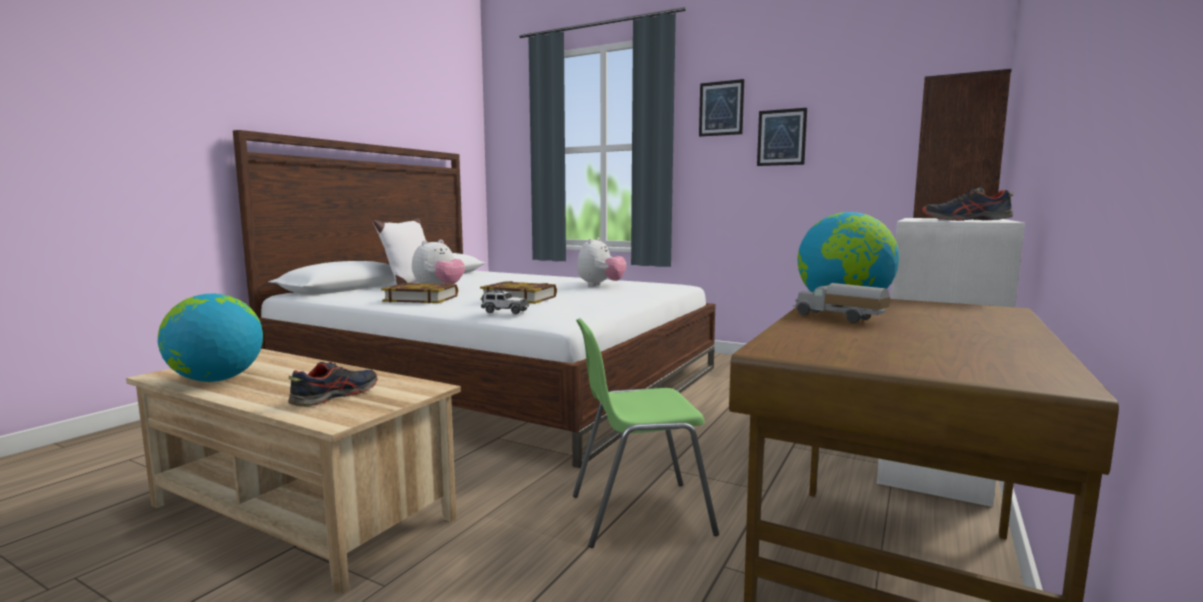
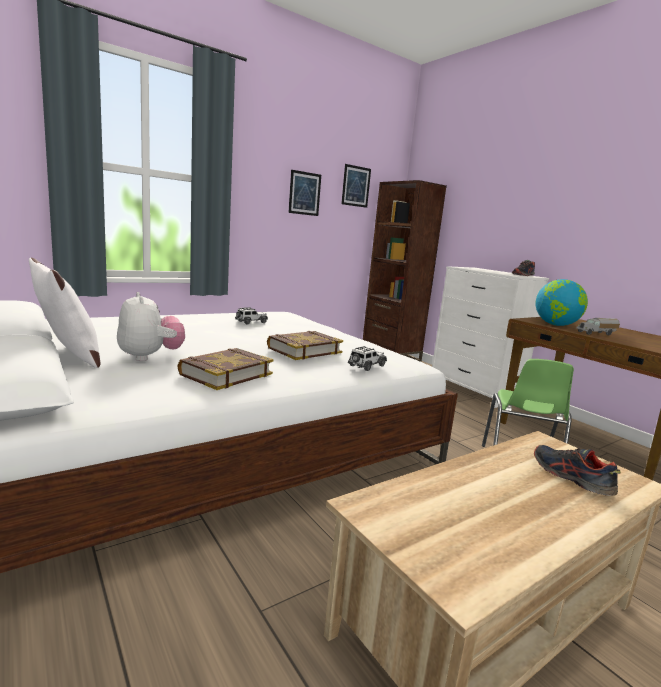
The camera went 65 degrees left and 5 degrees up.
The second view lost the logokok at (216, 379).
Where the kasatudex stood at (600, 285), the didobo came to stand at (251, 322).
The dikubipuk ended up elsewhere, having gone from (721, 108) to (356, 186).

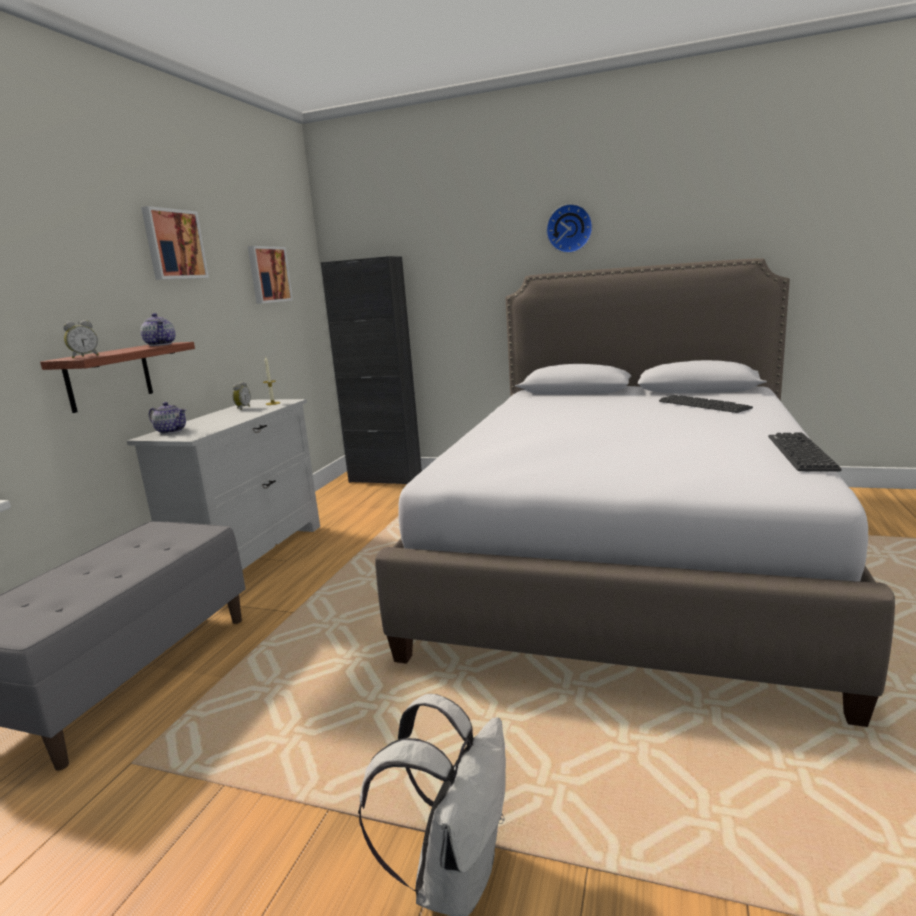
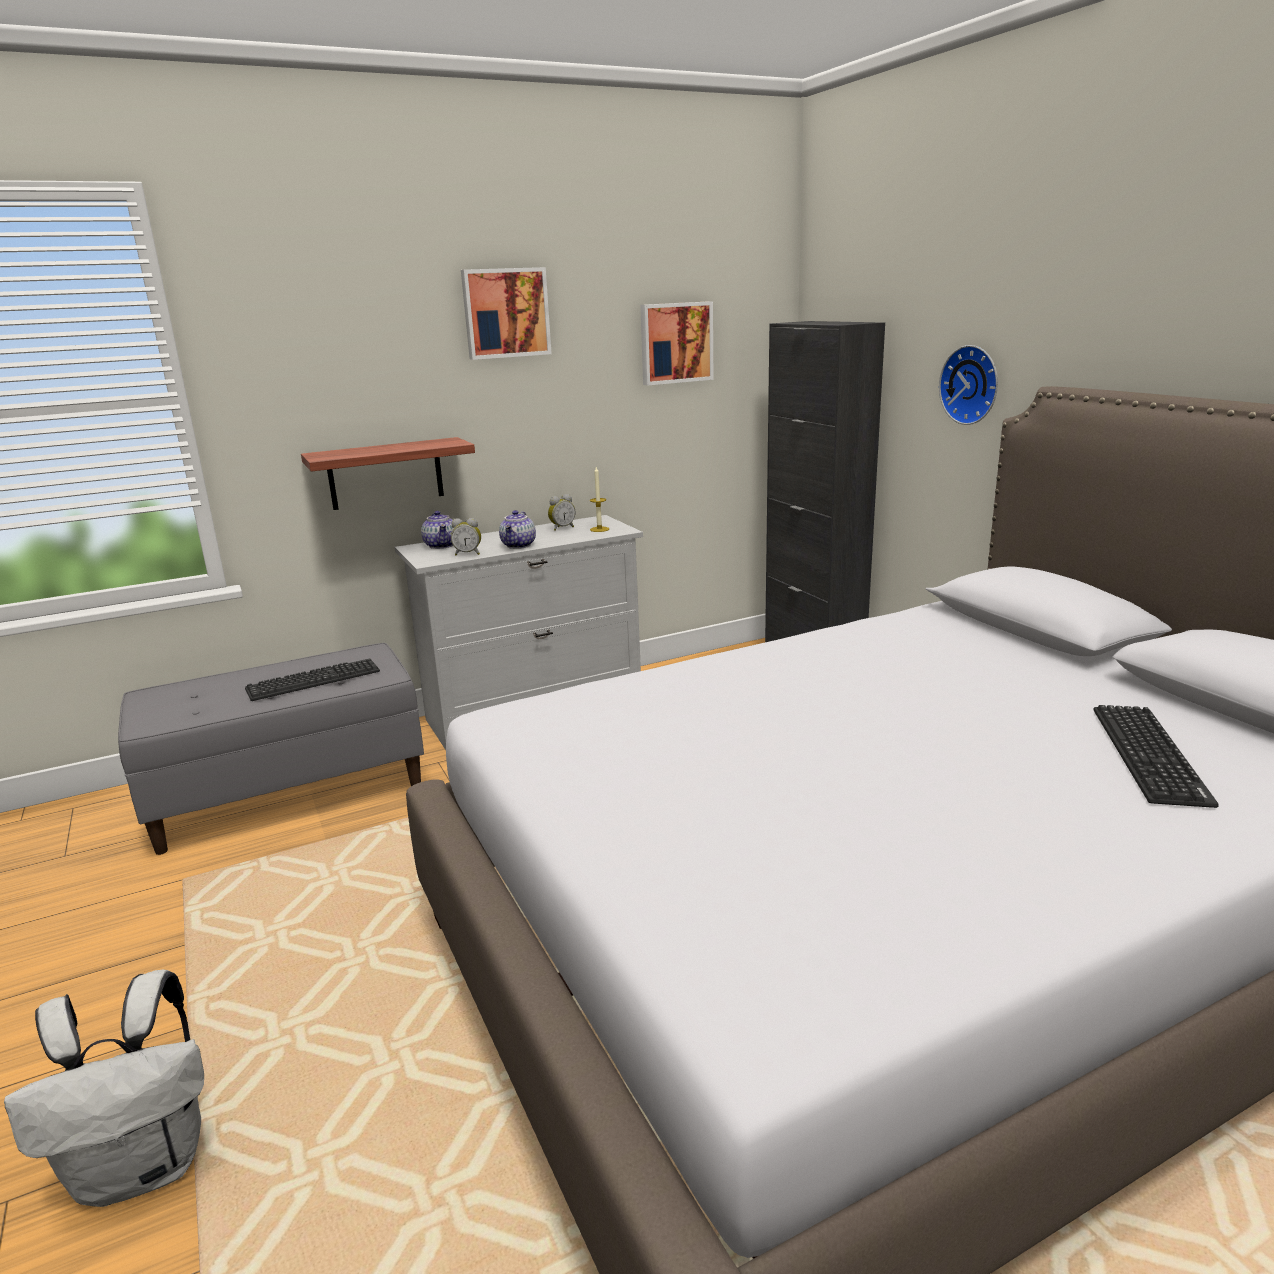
The camera went 45 degrees right and 5 degrees up.
The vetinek ended up elsewhere, having gone from (84, 356) to (468, 554).
The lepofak ended up elsewhere, having gone from (161, 344) to (519, 545).
The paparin ended up elsewhere, having gone from (569, 228) to (972, 384).
The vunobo ended up elsewhere, having gone from (801, 453) to (313, 680).

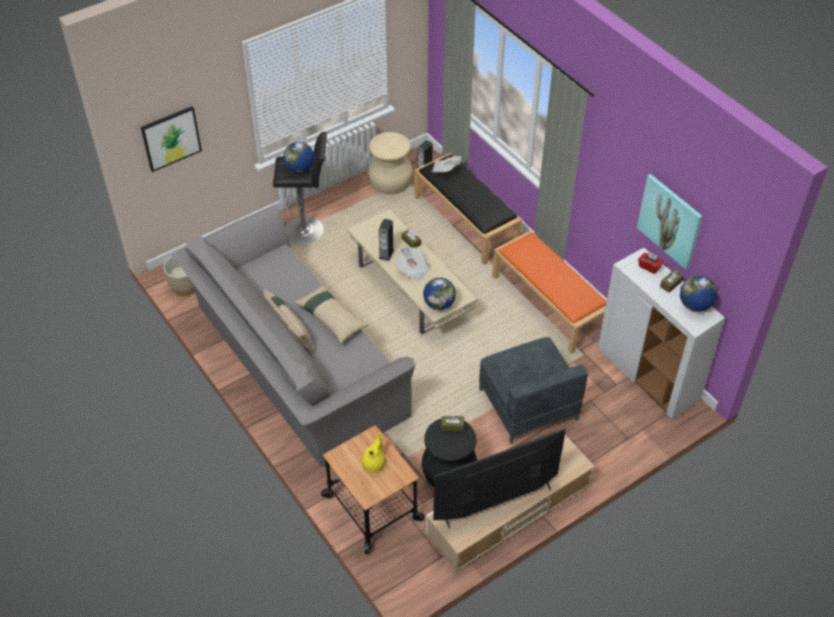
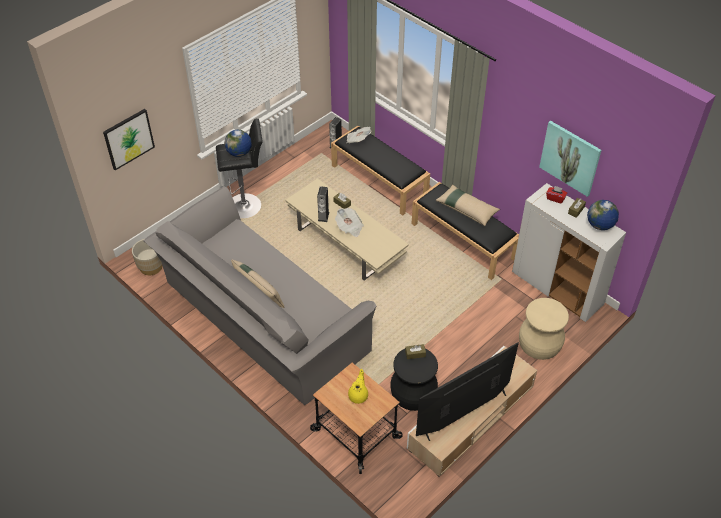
The camera went 10 degrees left and 0 degrees up.
The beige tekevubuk ended up elsewhere, having gone from (331, 318) to (467, 209).
The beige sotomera ended up elsewhere, having gone from (390, 181) to (539, 343).
The second view lost the logokok at (439, 304).
The second view lost the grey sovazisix at (528, 403).
What was the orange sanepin at (549, 304) turned into the black sanepin at (464, 241).

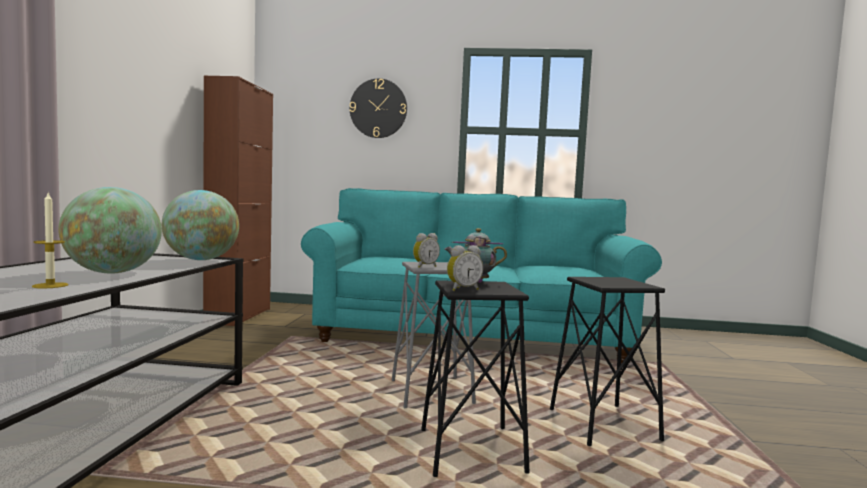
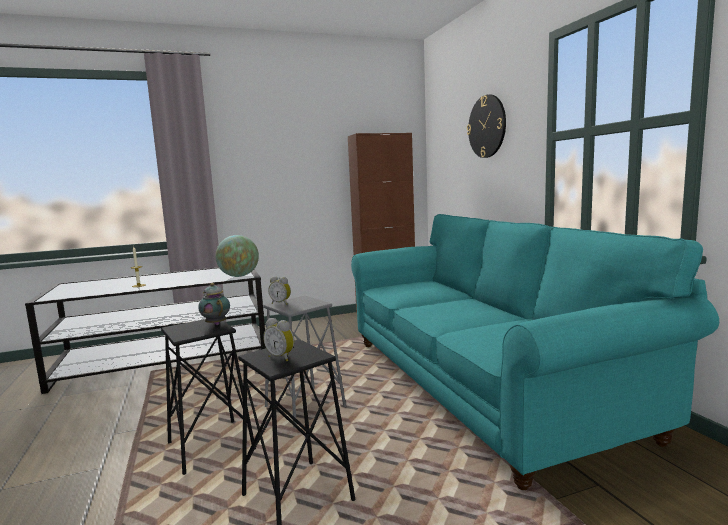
The camera went 65 degrees right and 5 degrees up.
The second view lost the logokok at (113, 272).
The vetinek ended up elsewhere, having gone from (462, 289) to (281, 357).

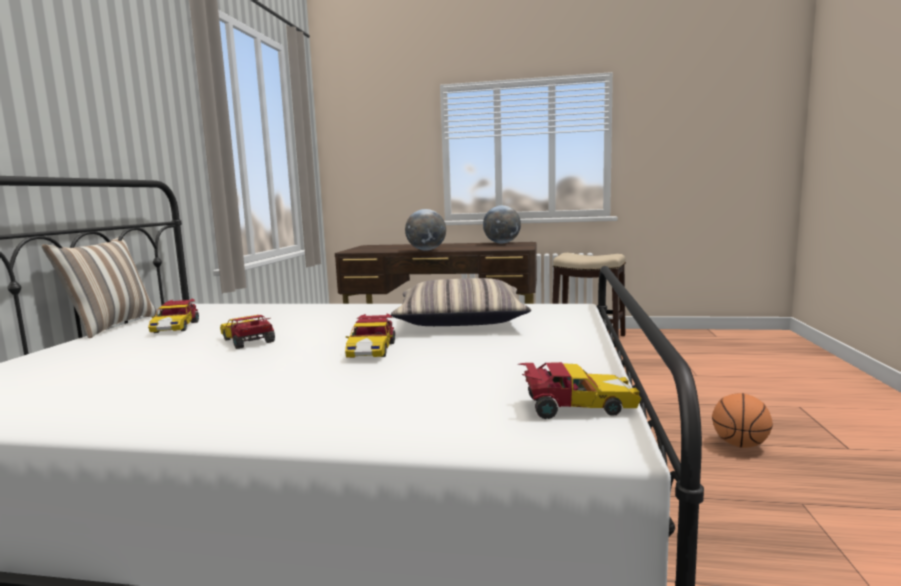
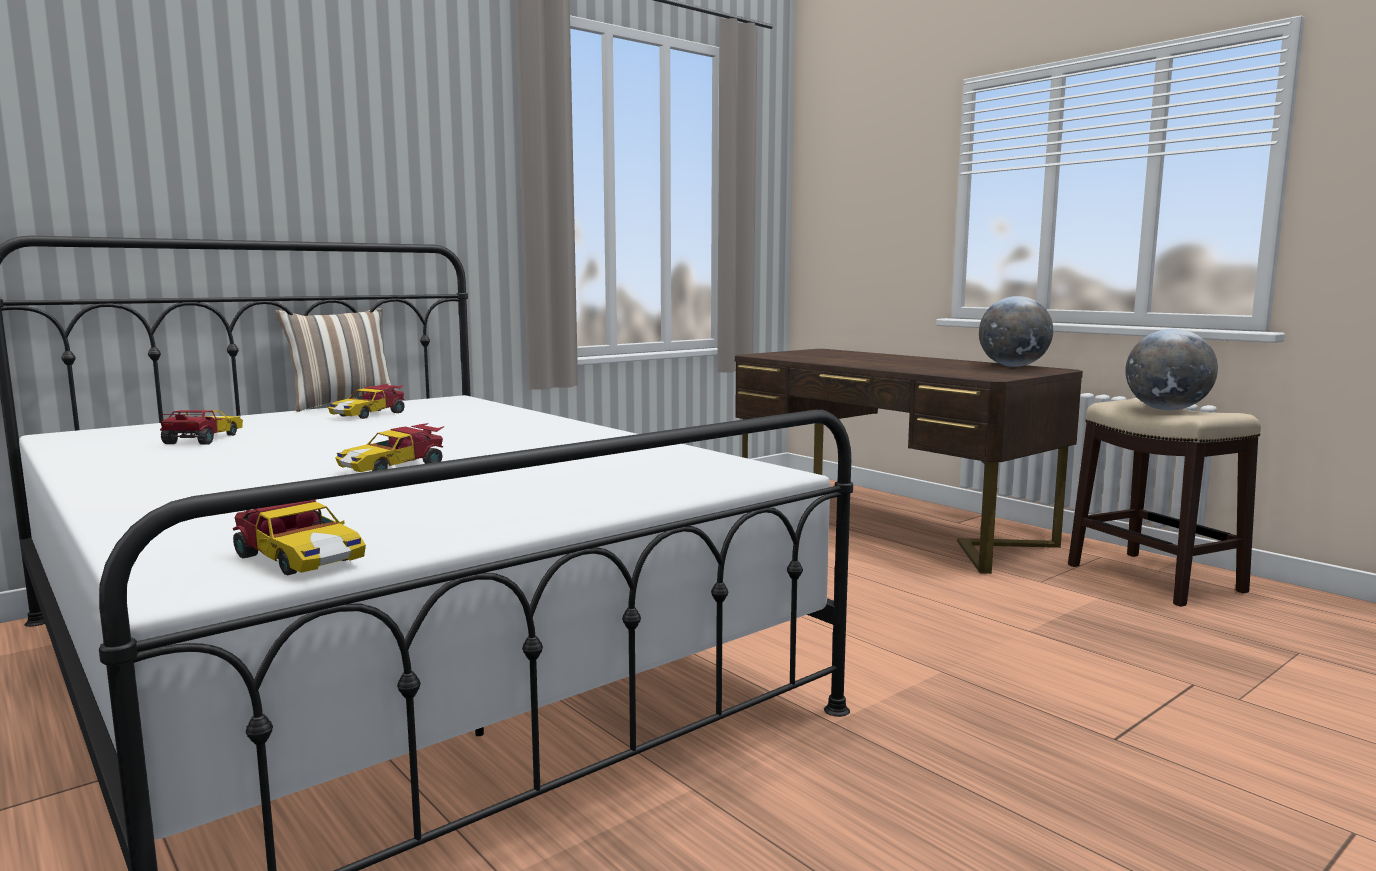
The camera went 40 degrees right and 0 degrees up.
The didobo ended up elsewhere, having gone from (247, 341) to (203, 439).
The second view lost the tekevubuk at (461, 320).
The logokok ended up elsewhere, having gone from (426, 250) to (1166, 409).
The second view lost the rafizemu at (740, 445).

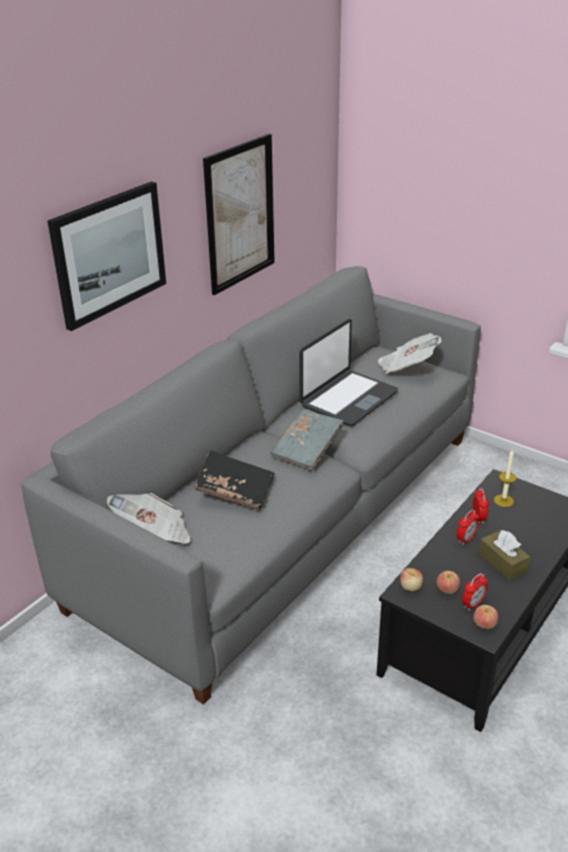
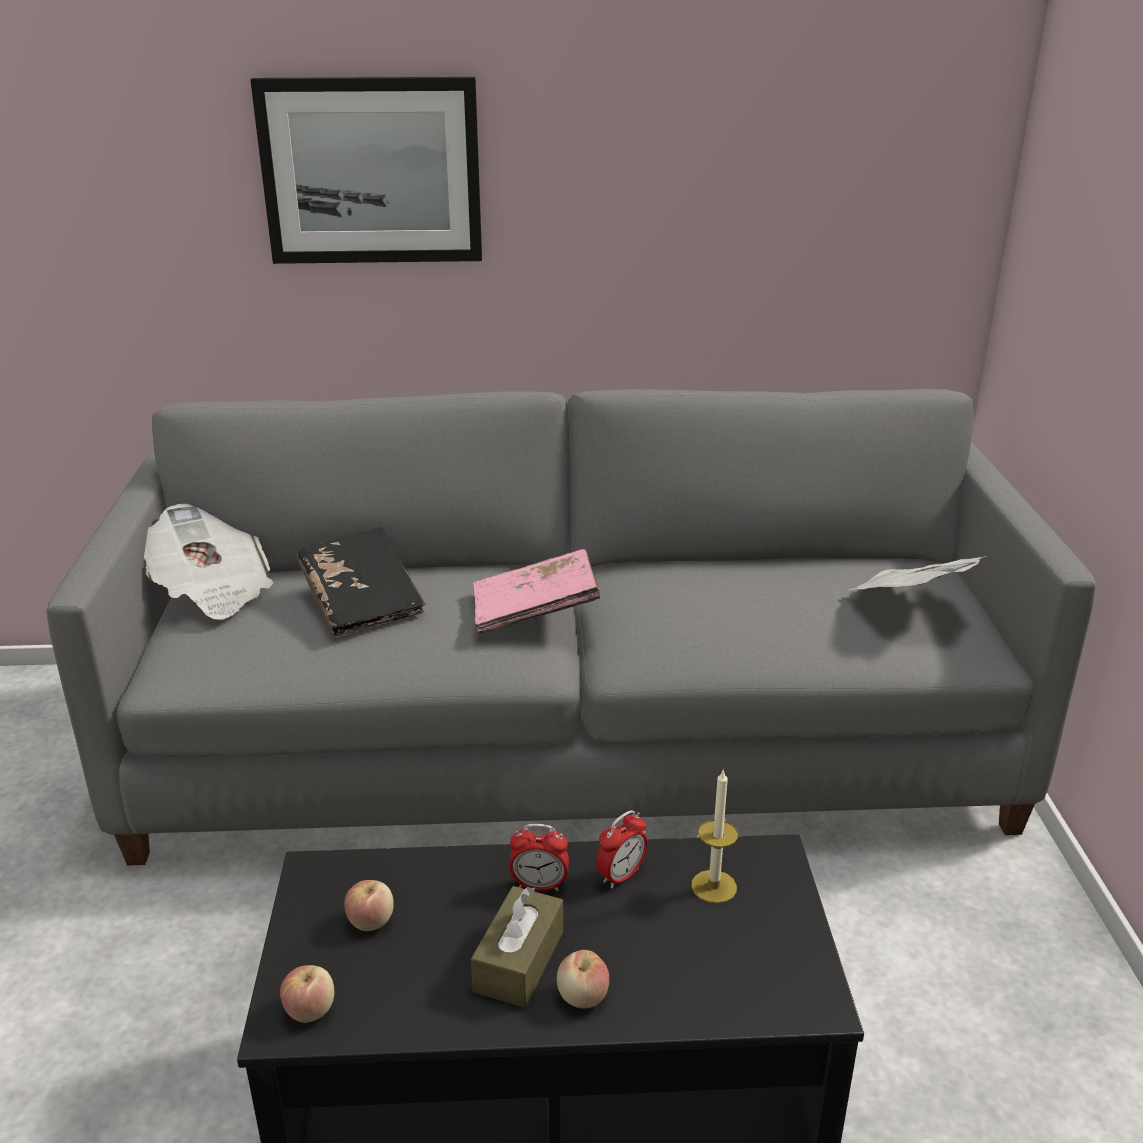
The camera went 50 degrees right and 5 degrees down.
The second view lost the dikubipuk at (240, 214).
What was the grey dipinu at (307, 449) turned into the pink dipinu at (535, 611).
The second view lost the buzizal at (348, 398).
The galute ended up elsewhere, having gone from (411, 587) to (582, 997).
The second view lost the vetinek at (473, 604).

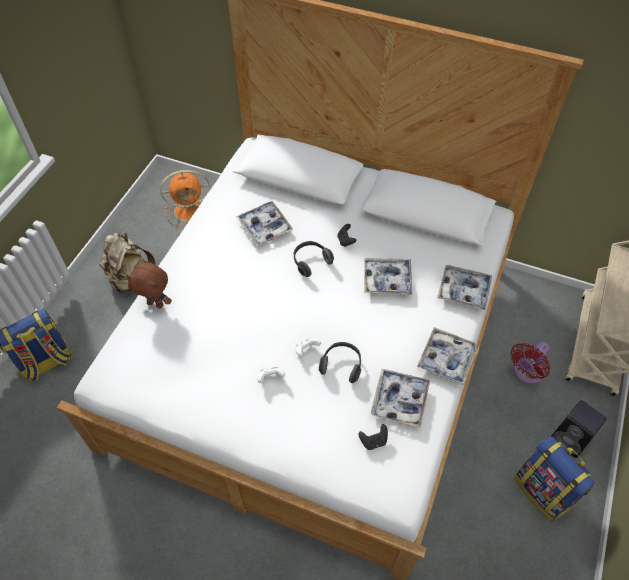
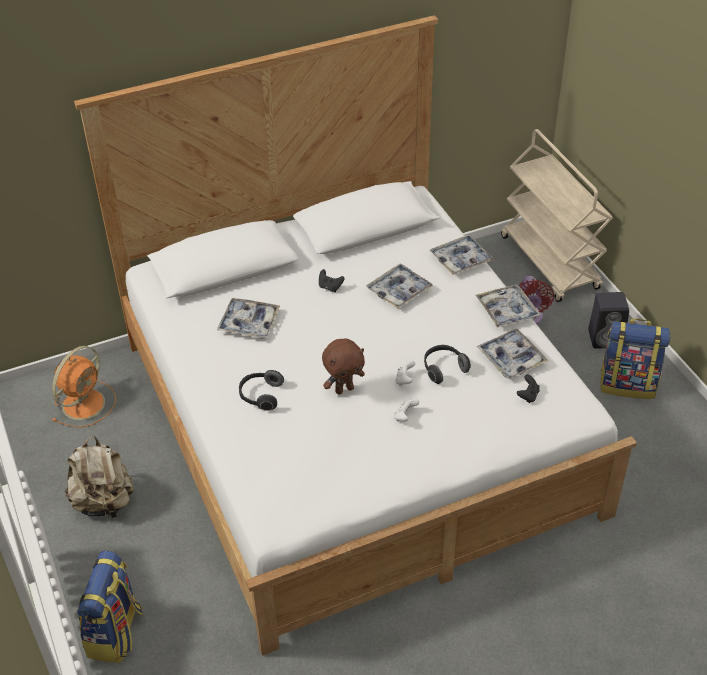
The camera went 45 degrees left and 10 degrees down.
The brown kasatudex ended up elsewhere, having gone from (156, 303) to (344, 389).
The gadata ended up elsewhere, having gone from (311, 262) to (260, 396).

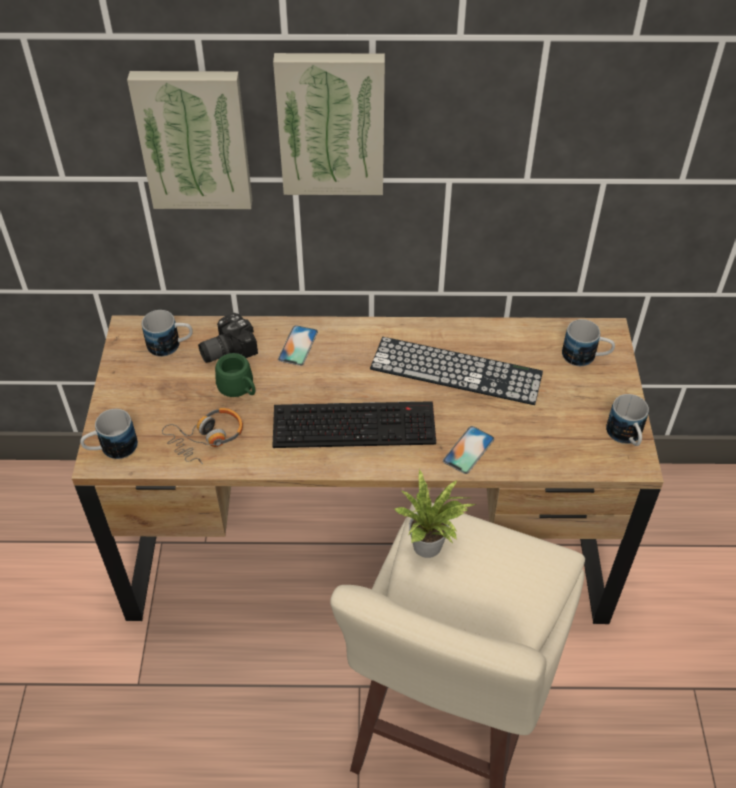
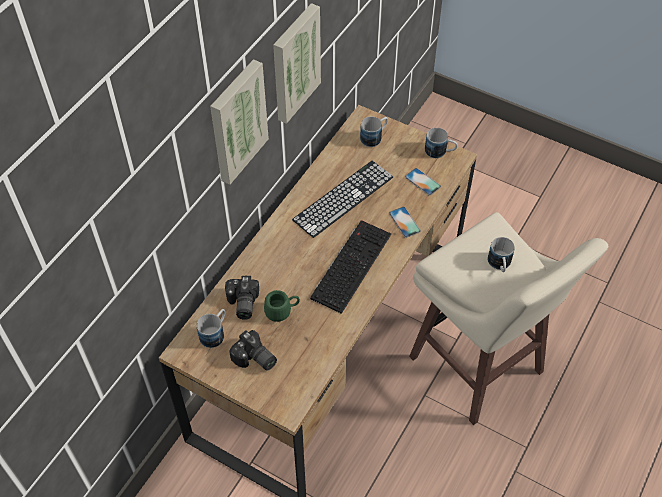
The camera went 60 degrees left and 5 degrees up.
The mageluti ended up elsewhere, having gone from (111, 449) to (499, 265).
The dikubipuk ended up elsewhere, having gone from (194, 139) to (294, 63).
The second view lost the gadata at (207, 439).
The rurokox ended up elsewhere, having gone from (298, 345) to (422, 182).
The second view lost the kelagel at (431, 546).
The second view gained the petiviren at (254, 359).

